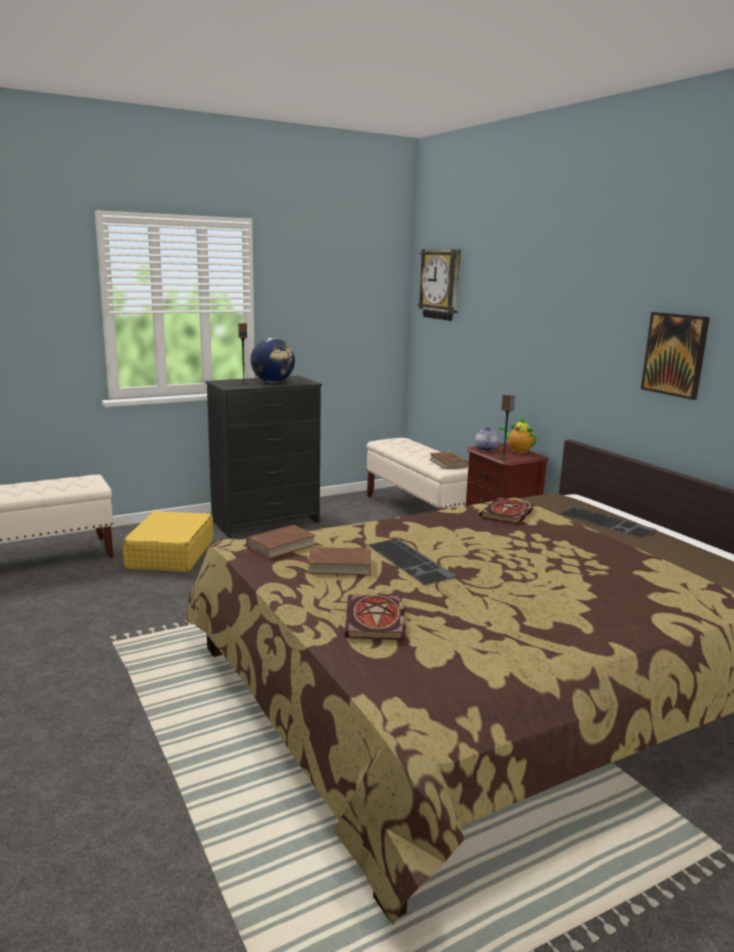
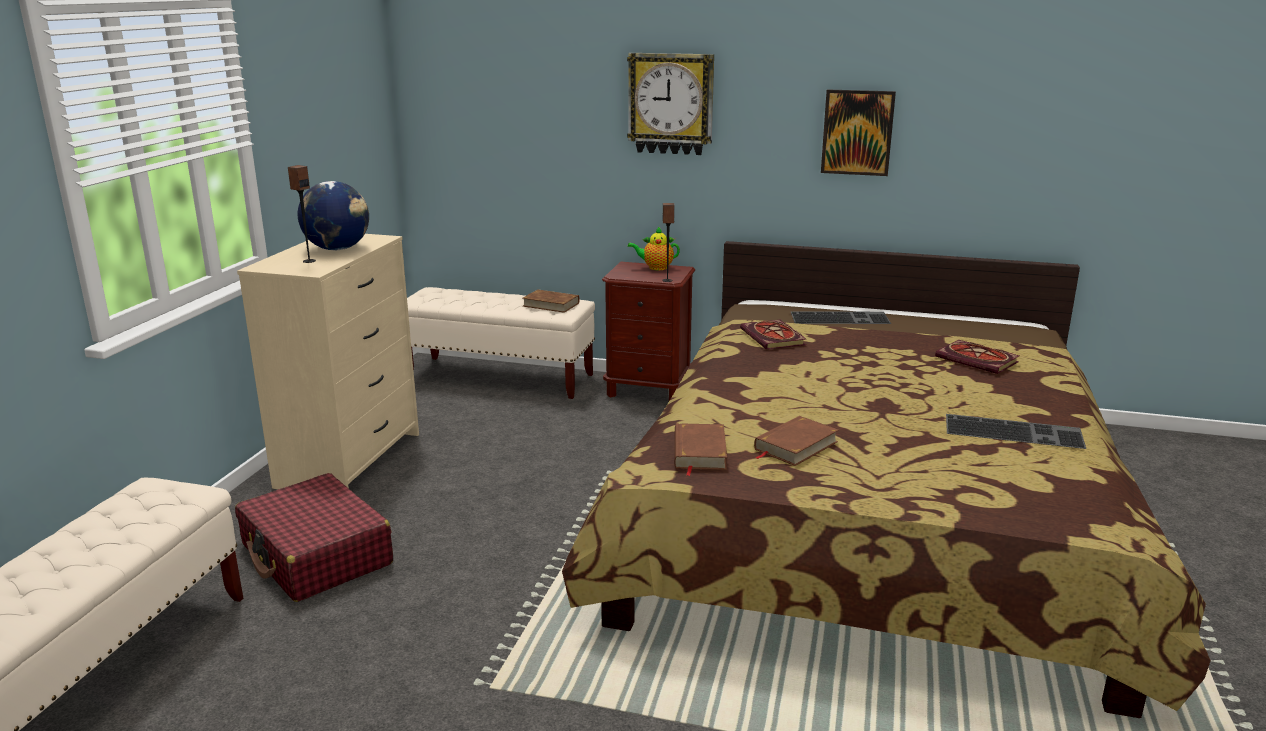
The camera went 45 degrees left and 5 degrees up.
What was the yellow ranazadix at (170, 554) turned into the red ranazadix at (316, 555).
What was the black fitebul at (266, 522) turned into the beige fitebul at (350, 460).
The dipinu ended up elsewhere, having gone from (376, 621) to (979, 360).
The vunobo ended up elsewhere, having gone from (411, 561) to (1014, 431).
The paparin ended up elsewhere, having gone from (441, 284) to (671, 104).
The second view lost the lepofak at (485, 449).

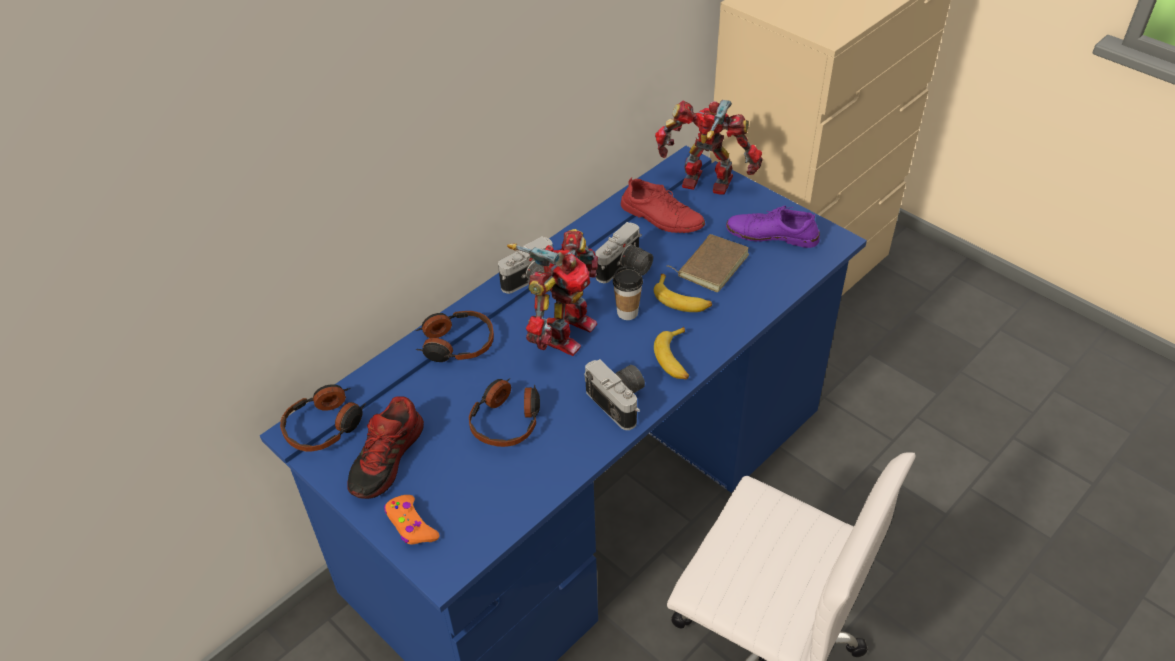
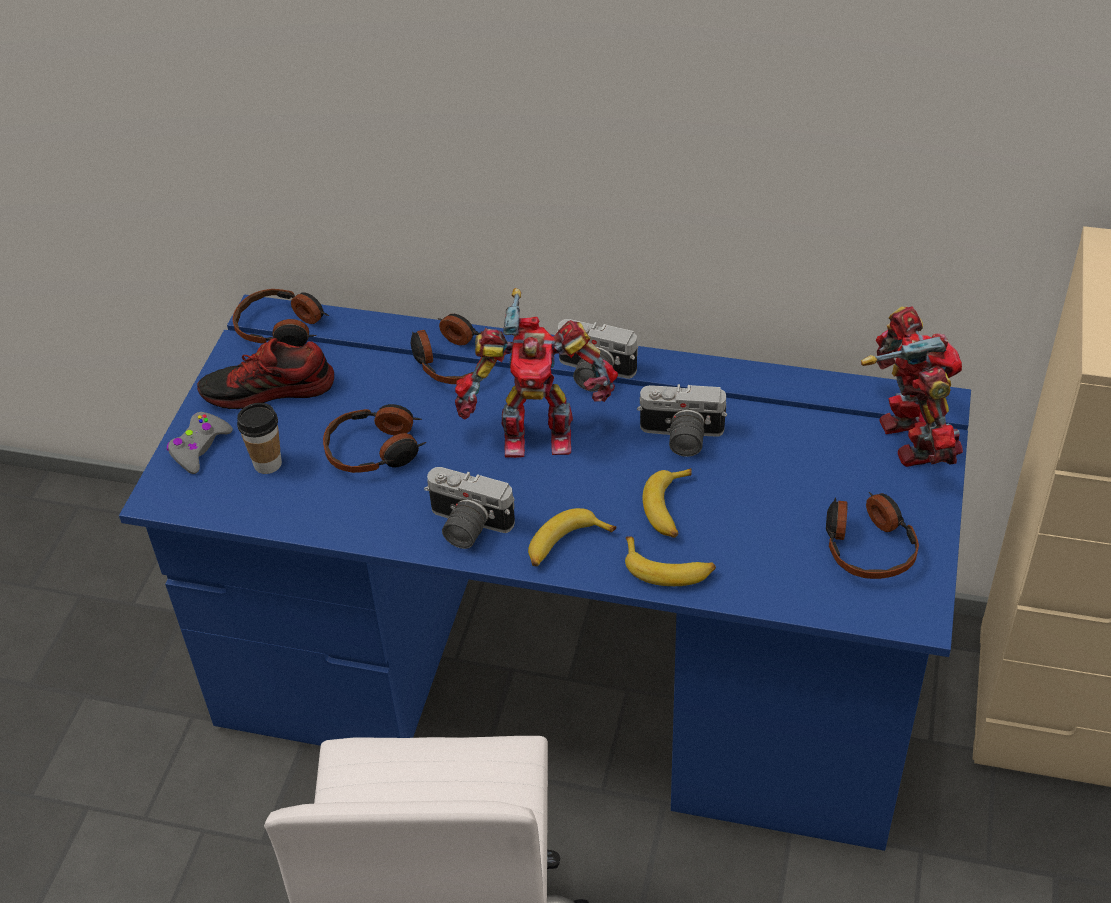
The camera went 60 degrees right and 0 degrees up.
What was the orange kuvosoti at (411, 525) turned into the grey kuvosoti at (199, 448).
The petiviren at (621, 401) ended up facing another way, 90 degrees clockwise from before.
The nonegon ended up elsewhere, having gone from (627, 313) to (267, 464).
The second view lost the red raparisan at (661, 217).
The second view lost the brown dipinu at (711, 265).
Where the purple raparisan stood at (772, 235), the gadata came to stand at (867, 545).
The second view gained the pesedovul at (668, 569).

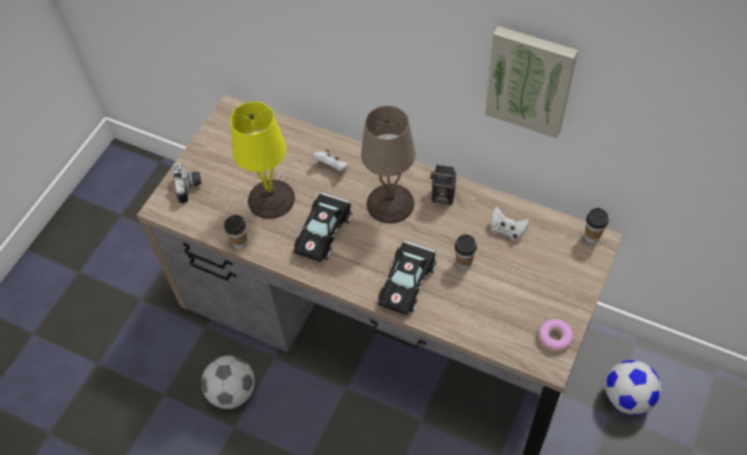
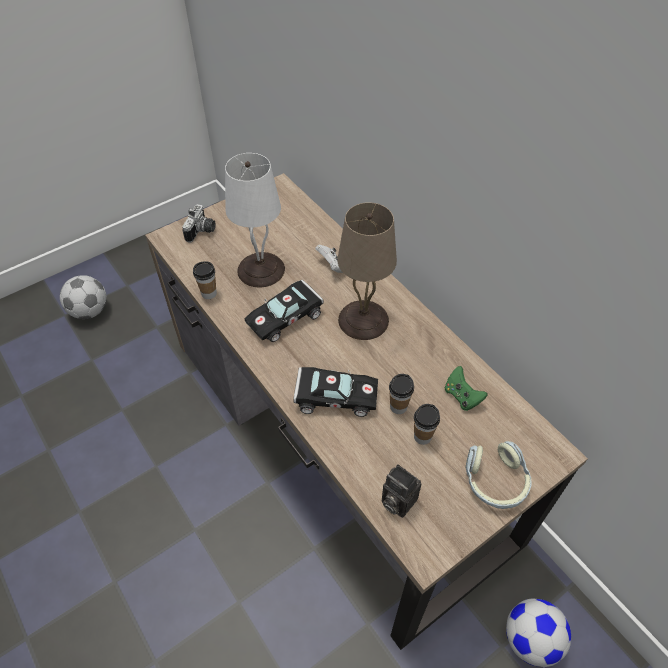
The camera went 25 degrees right and 5 degrees down.
The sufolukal ended up elsewhere, having gone from (233, 392) to (90, 311).
What was the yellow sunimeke at (271, 200) turned into the white sunimeke at (261, 270).
The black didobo at (407, 281) ended up facing another way, 135 degrees counterclockwise from before.
The petiviren ended up elsewhere, having gone from (441, 196) to (396, 501).
The second view lost the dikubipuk at (530, 80).
What was the white kuvosoti at (507, 230) turned into the green kuvosoti at (462, 396).
The second view lost the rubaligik at (555, 337).
The nonegon ended up elsewhere, having gone from (592, 237) to (422, 436).
The second view gained the gadata at (495, 481).

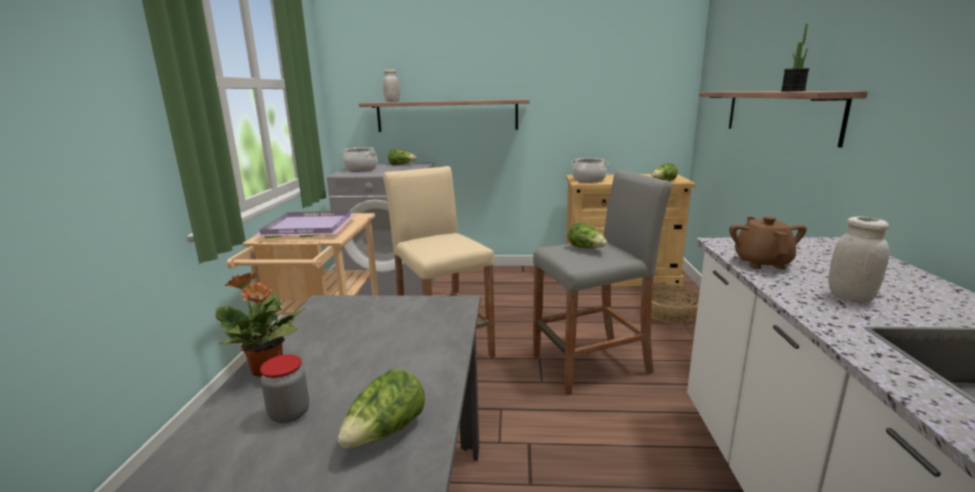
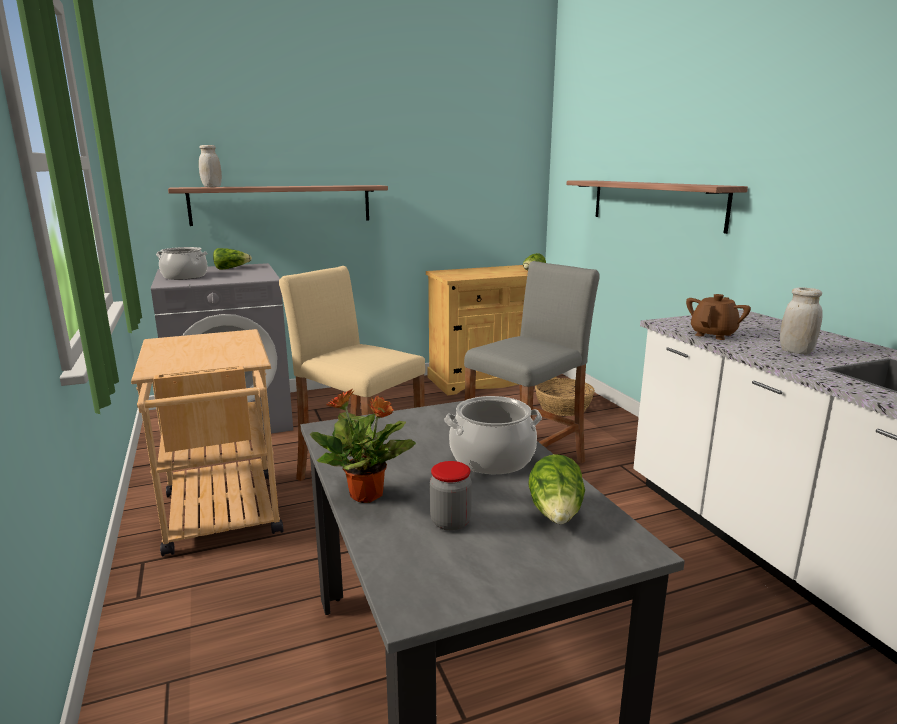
The camera went 25 degrees left and 0 degrees up.
The second view lost the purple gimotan at (307, 228).
The second view lost the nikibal at (587, 248).
The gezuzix ended up elsewhere, having gone from (588, 180) to (492, 458).
The brown lepofak at (762, 263) ended up facing another way, 60 degrees clockwise from before.
The second view lost the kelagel at (793, 91).

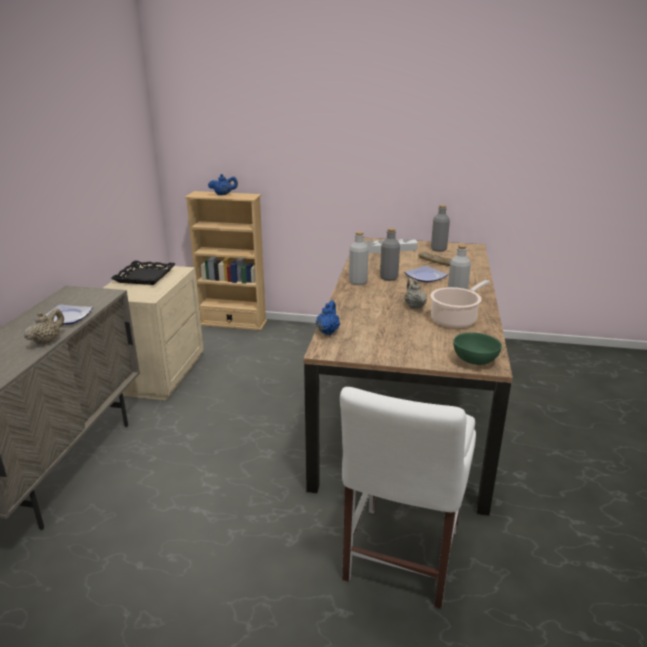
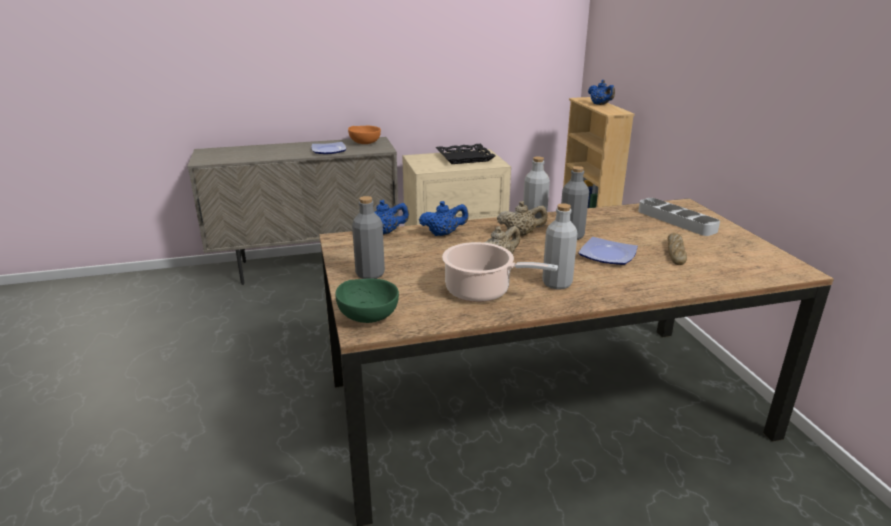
The camera went 65 degrees right and 0 degrees up.
The beige lepofak ended up elsewhere, having gone from (47, 341) to (521, 234).
The second view lost the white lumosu at (399, 559).
The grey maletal ended up elsewhere, having gone from (438, 249) to (370, 274).
The second view gained the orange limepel at (364, 143).
The second view gained the blue lepofak at (443, 234).

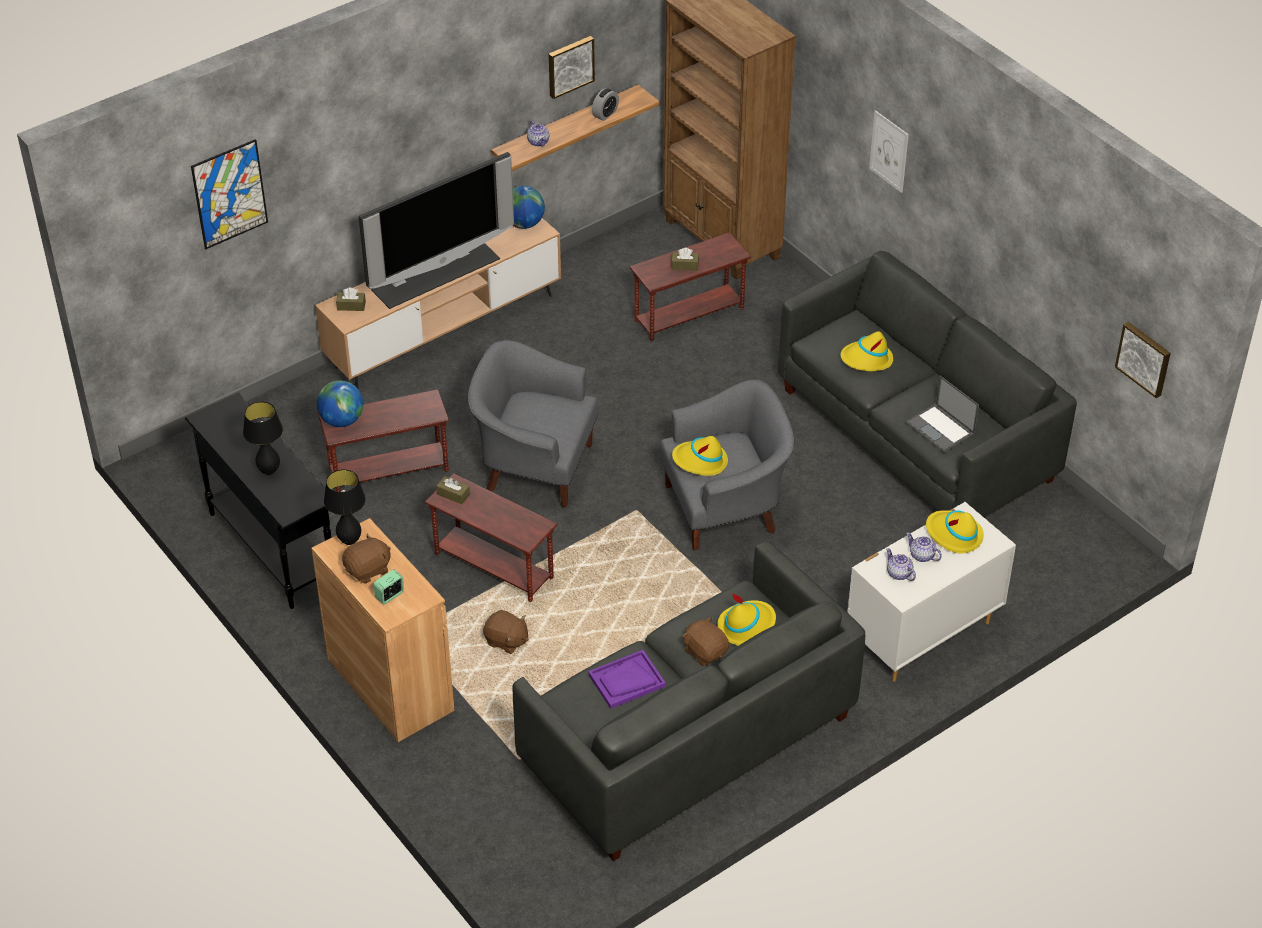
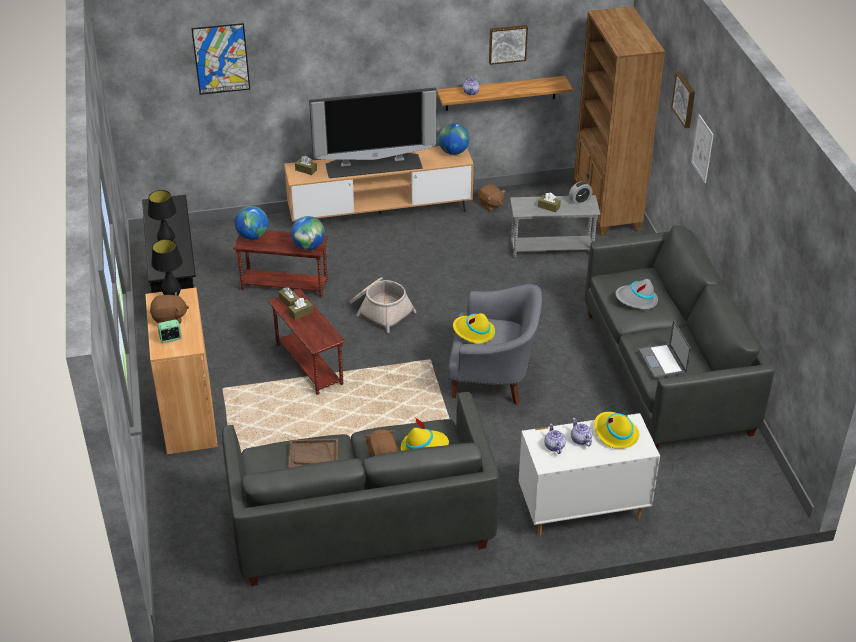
The camera went 25 degrees right and 5 degrees down.
Where the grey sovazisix stood at (534, 466), the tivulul came to stand at (380, 310).
The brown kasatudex ended up elsewhere, having gone from (506, 641) to (490, 204).
What was the purple gimotan at (626, 681) turned into the brown gimotan at (313, 456).
The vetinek ended up elsewhere, having gone from (605, 114) to (579, 200).
What was the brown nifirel at (688, 315) turned into the grey nifirel at (551, 248).
What was the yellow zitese at (866, 359) turned into the grey zitese at (636, 300).
The dikubipuk ended up elsewhere, having gone from (1144, 358) to (685, 99).
The second view gained the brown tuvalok at (301, 313).
The second view gained the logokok at (309, 246).

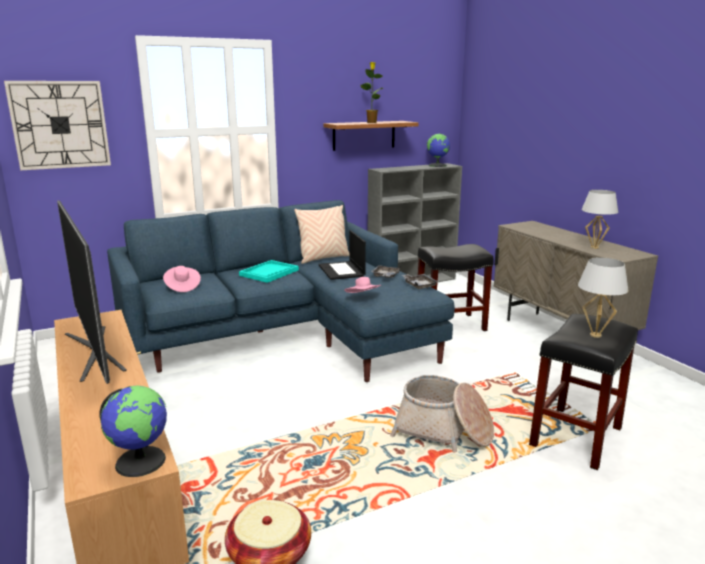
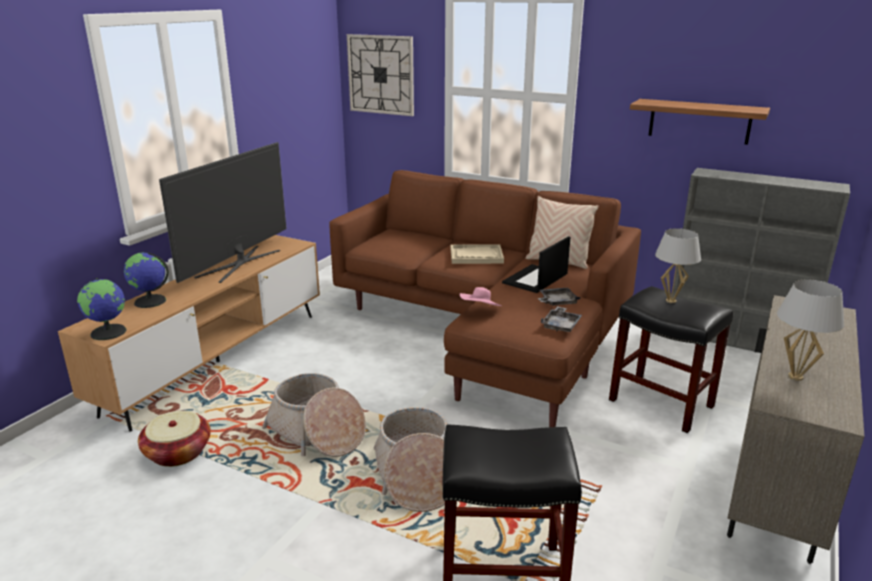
The camera went 55 degrees right and 5 degrees up.
What was the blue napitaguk at (285, 336) turned into the brown napitaguk at (487, 329).
The second view lost the pink zitese at (182, 287).
What was the turquoise gimotan at (269, 273) turned into the beige gimotan at (476, 256).
The second view lost the kelagel at (371, 122).
The logokok ended up elsewhere, having gone from (437, 165) to (150, 301).
The white sunimeke ended up elsewhere, having gone from (595, 335) to (671, 301).
The second view gained the tivulul at (317, 433).

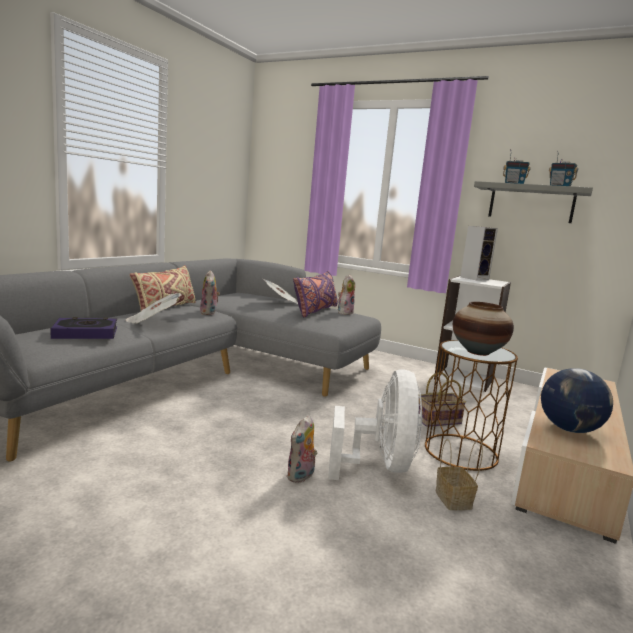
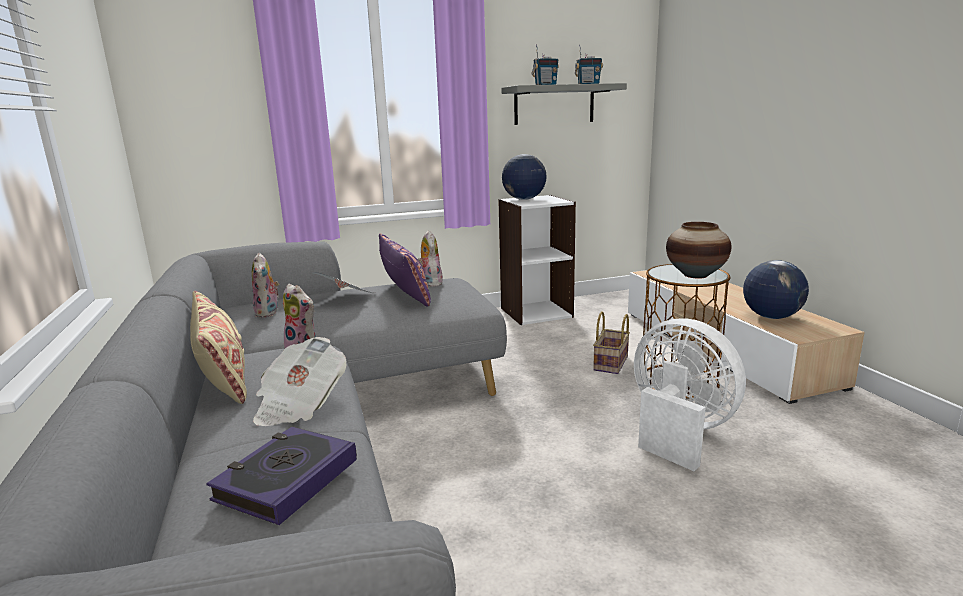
The camera went 45 degrees left and 5 degrees up.
The kasatudex ended up elsewhere, having gone from (301, 476) to (268, 313).
The second view lost the tivulul at (454, 500).
Where the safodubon stood at (474, 278), the logokok came to stand at (524, 199).

